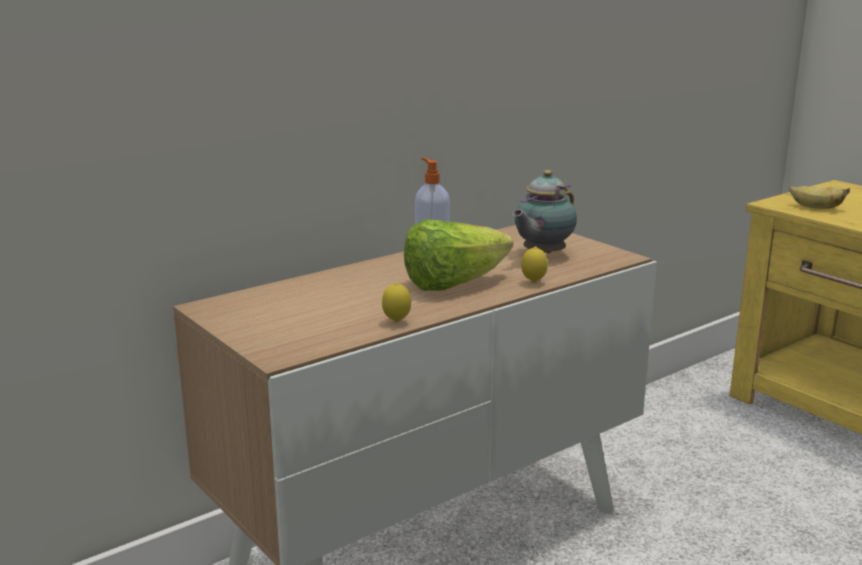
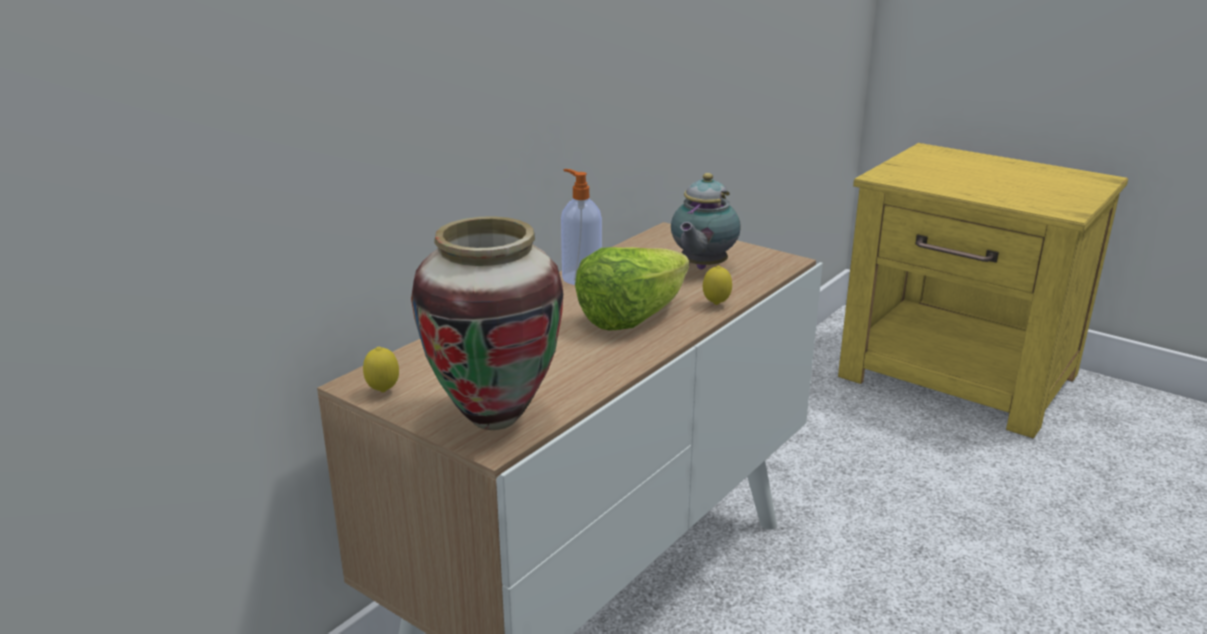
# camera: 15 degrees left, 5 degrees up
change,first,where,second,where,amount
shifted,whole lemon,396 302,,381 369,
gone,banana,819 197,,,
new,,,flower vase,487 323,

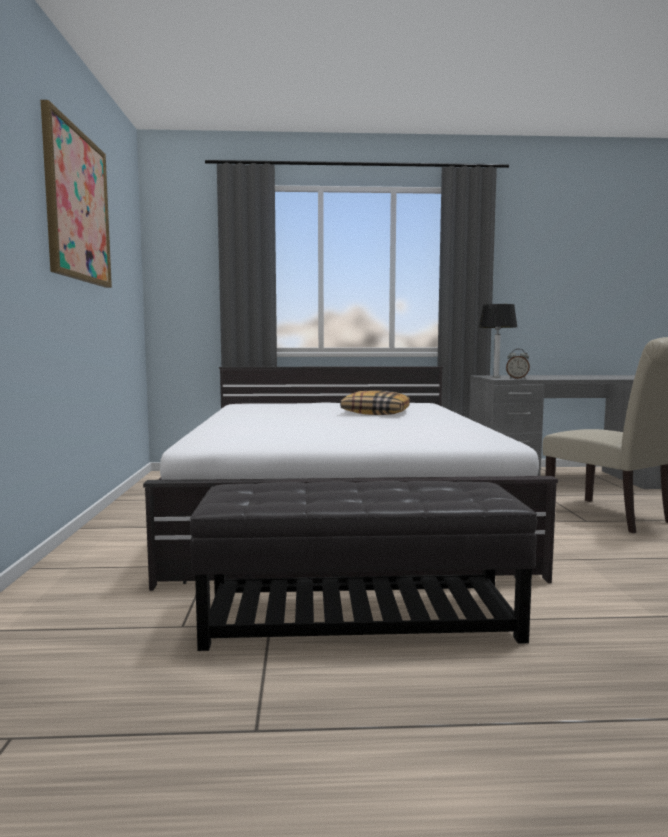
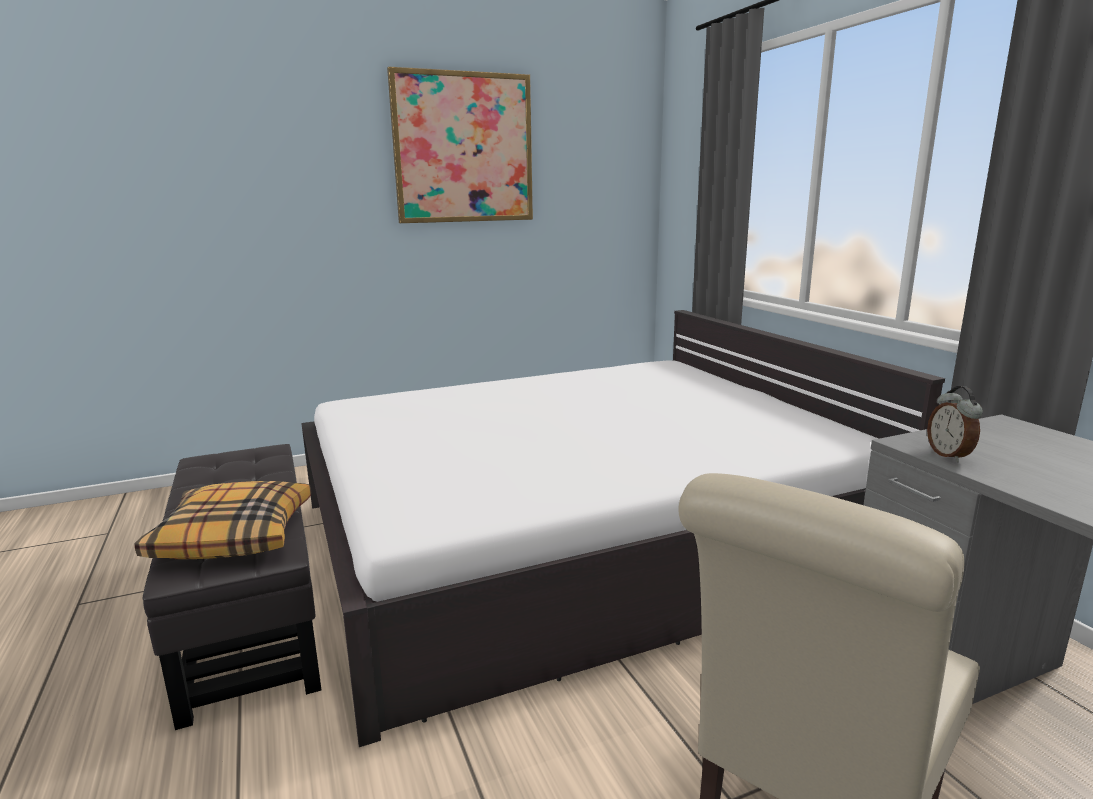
# camera: 70 degrees right, 10 degrees up
change,first,where,second,where,amount
shifted,throw pillow,375 402,,222 520,
gone,table lamp,498 340,,,

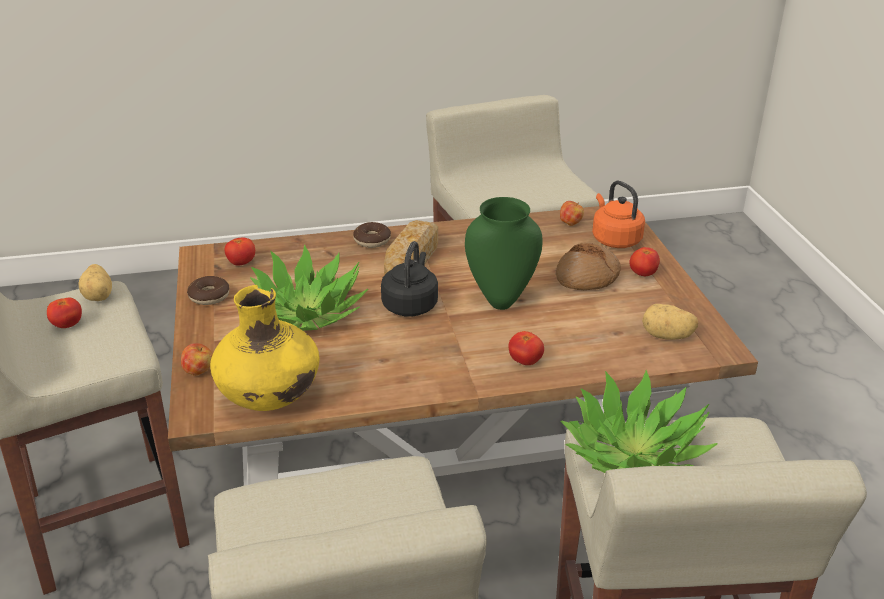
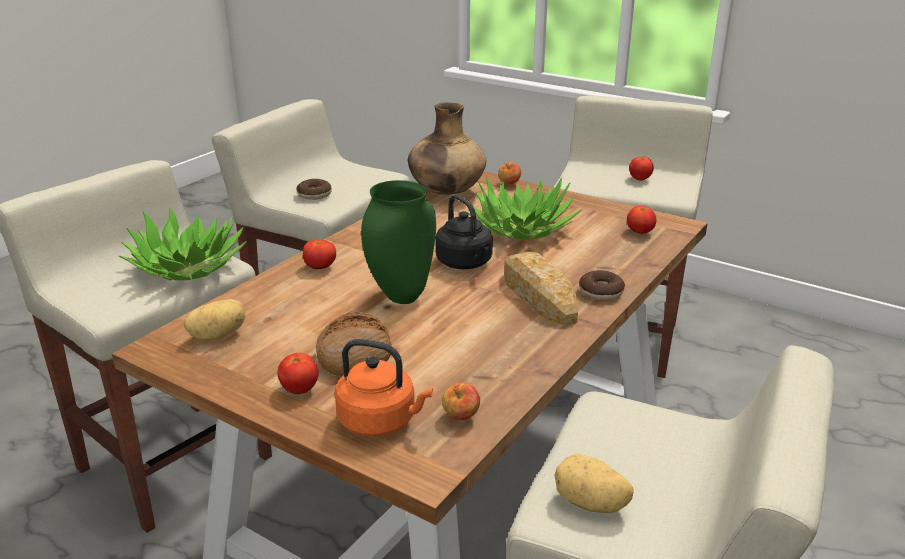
# camera: 135 degrees right, 5 degrees down
change,first,where,second,where,amount
shifted,potato,95 282,,594 483,
shifted,doughnut,208 290,,314 189,
repainted,yellow-coloured flower vase,264 348,brown flower vase,447 148,

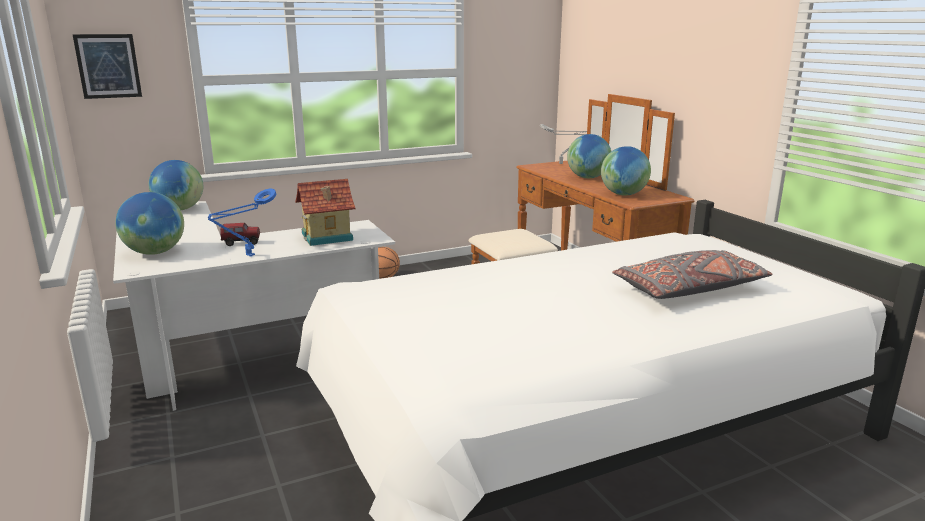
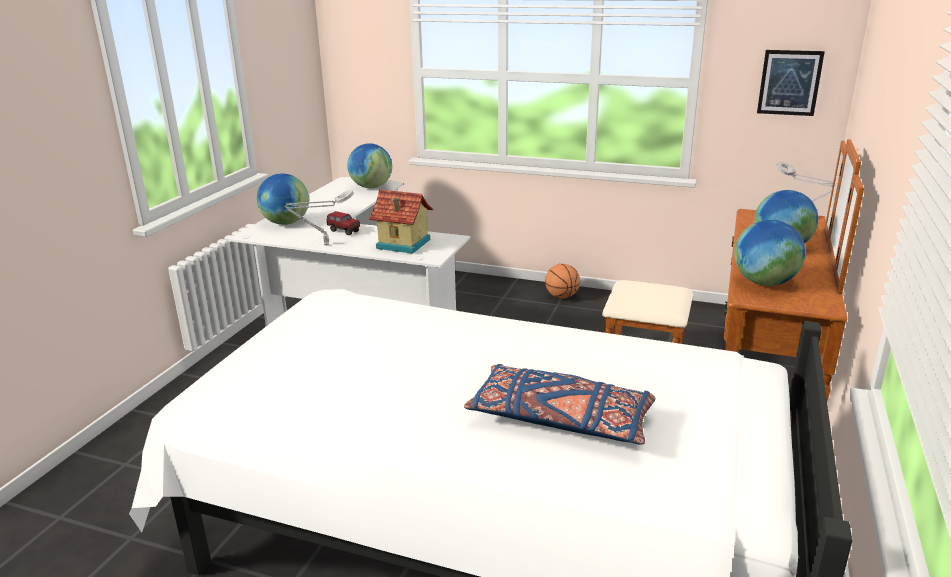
# camera: 45 degrees right, 5 degrees up
change,first,where,second,where,amount
shifted,wall art,107 66,,791 83,
repainted,blue-coloured table lamp,242 222,grey table lamp,319 218,
repainted,grey throw pillow,692 274,blue-coloured throw pillow,559 404,

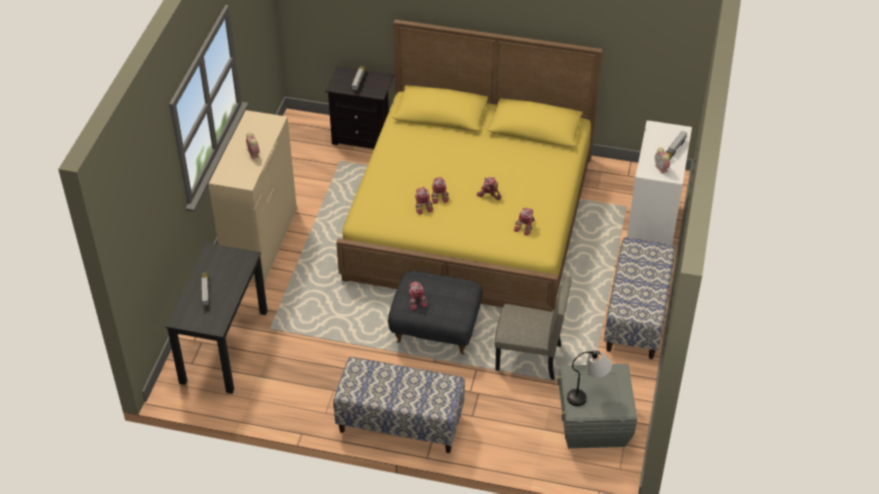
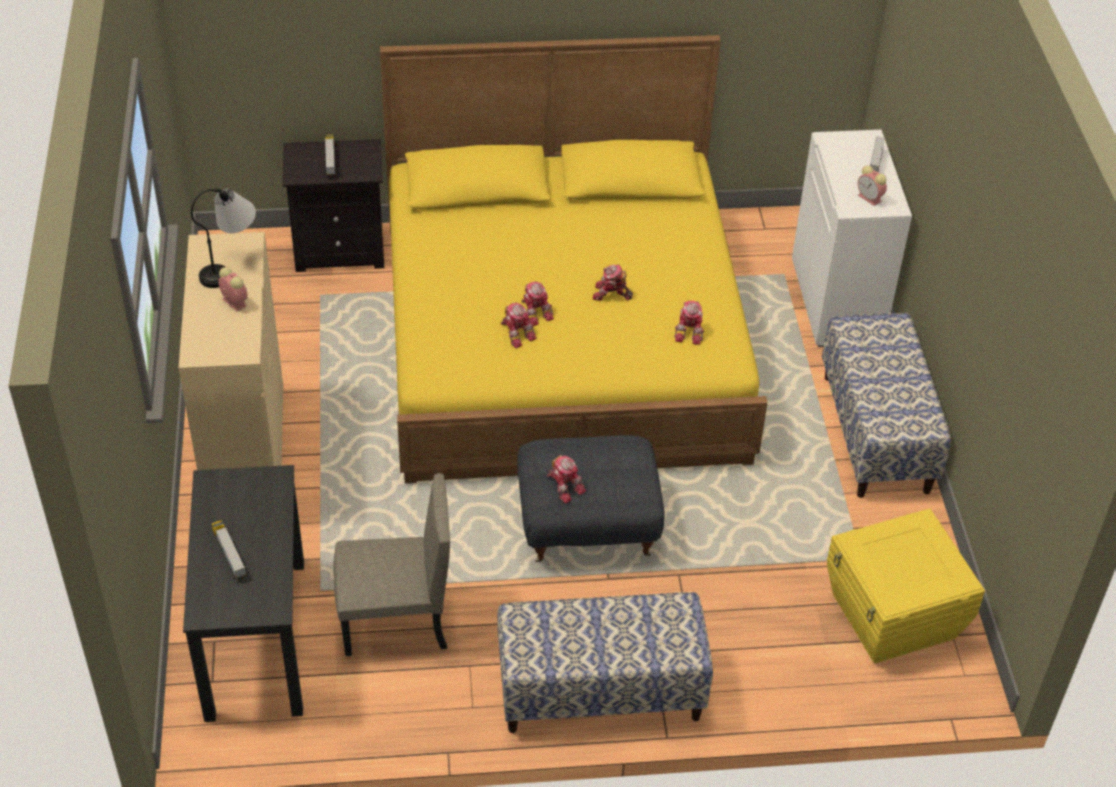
# camera: 20 degrees left, 0 degrees up
change,first,where,second,where,amount
shifted,beige-coloured chair,533 328,,391 564,
repainted,grey storage container,597 406,yellow-coloured storage container,906 586,
shifted,table lamp,589 378,,223 238,

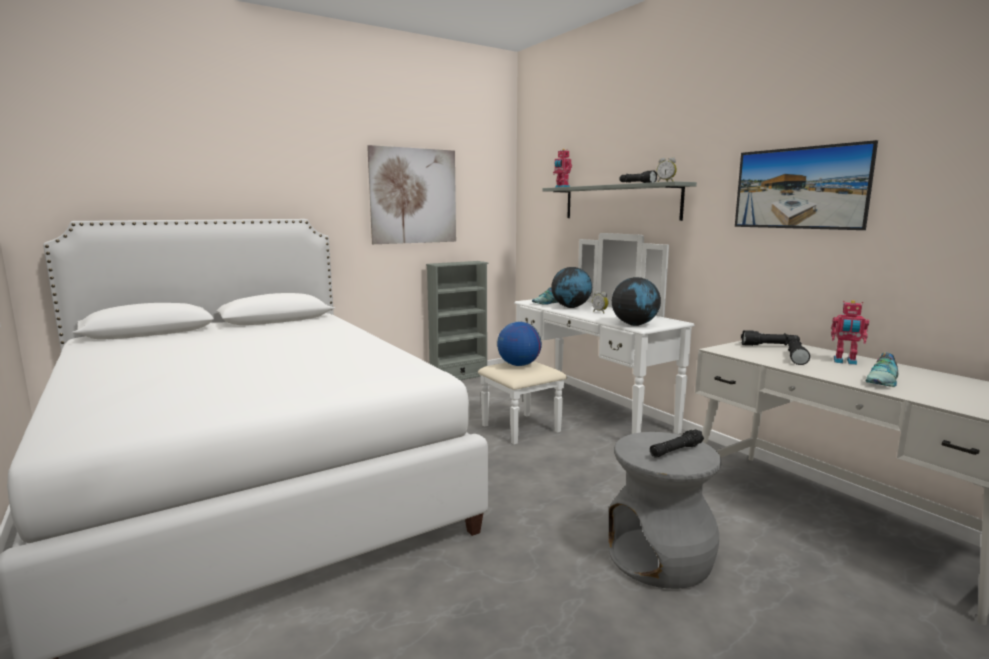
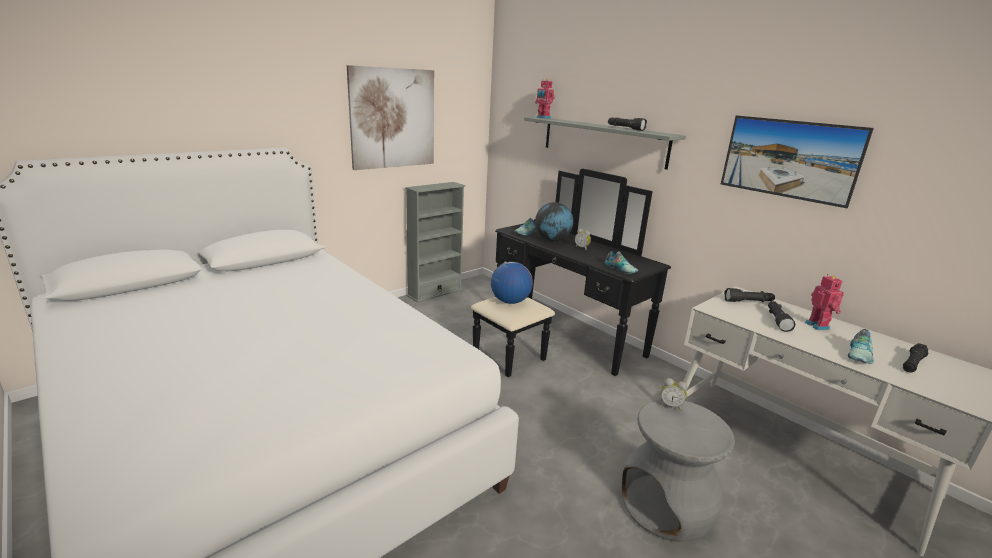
# camera: 10 degrees left, 10 degrees up
change,first,where,second,where,amount
repainted,white-coloured drawer chest,586 338,black-coloured drawer chest,571 273,
swapped,desk globe,636 301,low shoe,621 262,
shifted,black-coloured flashlight,677 443,,915 357,
shifted,alarm clock,667 169,,673 394,
rotated,robot figure,850 332,,824 302,120 degrees counterclockwise

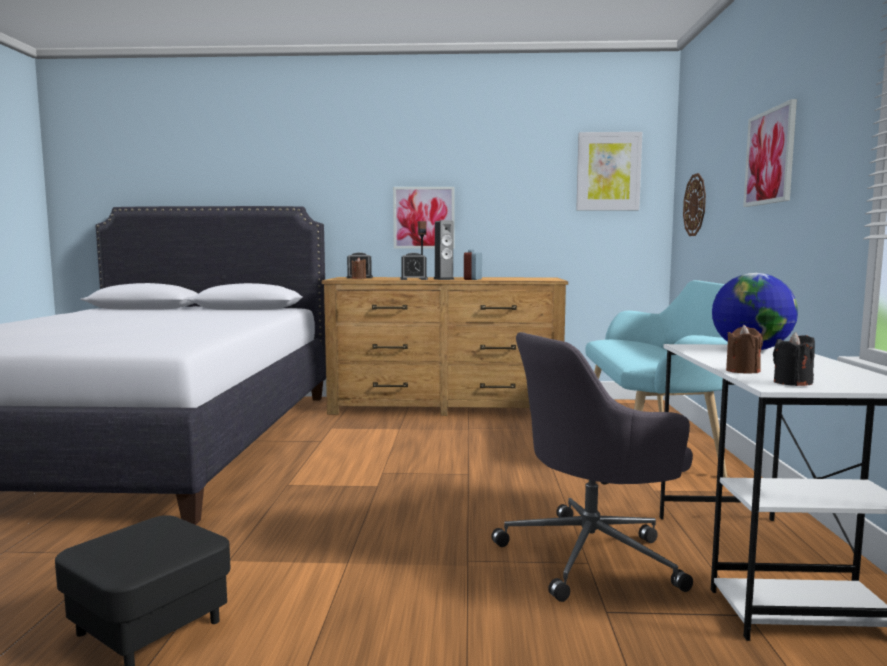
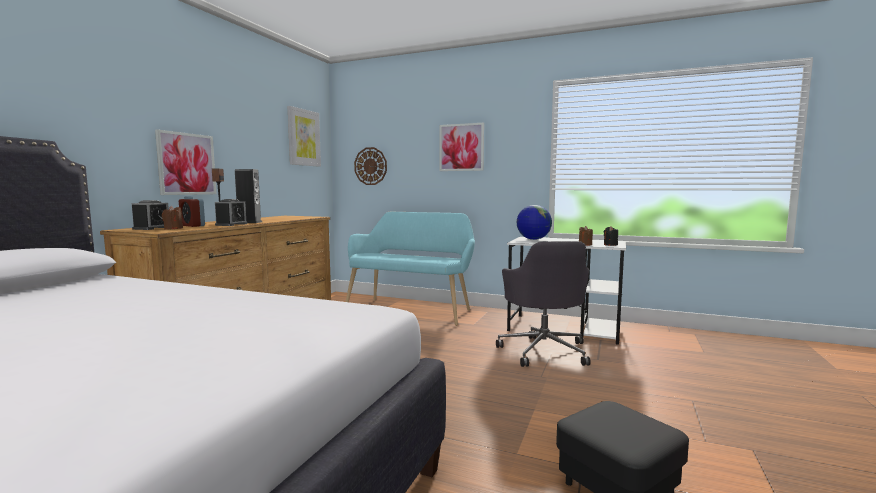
# camera: 70 degrees left, 0 degrees up
change,first,where,second,where,amount
shifted,alarm clock,473 264,,192 211,

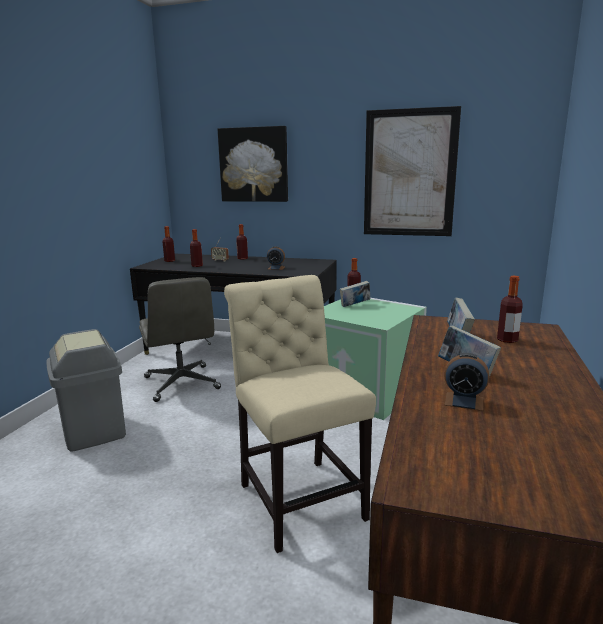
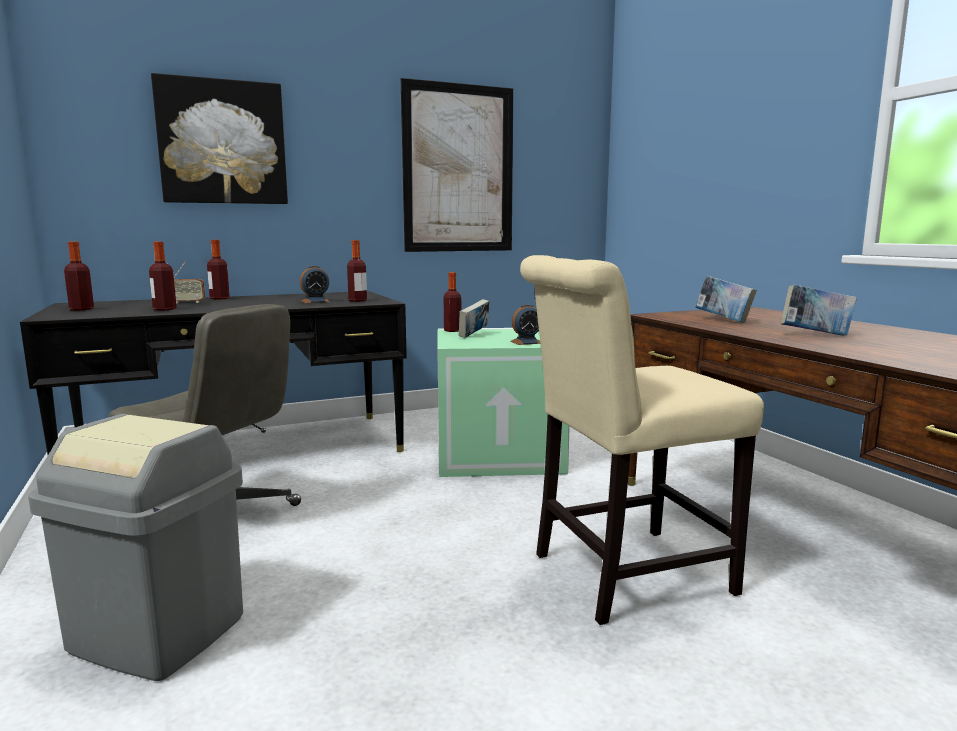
# camera: 40 degrees left, 5 degrees down
change,first,where,second,where,amount
rotated,beige-coloured chair,300 414,,642 440,45 degrees counterclockwise
shifted,alarm clock,466 382,,525 324,
shifted,bottle,510 309,,357 271,

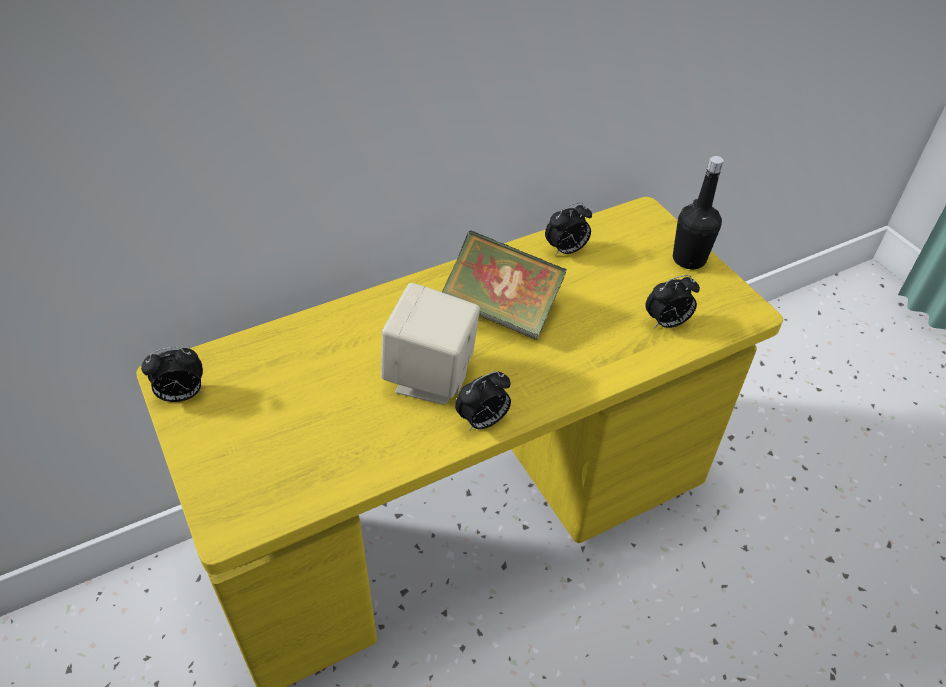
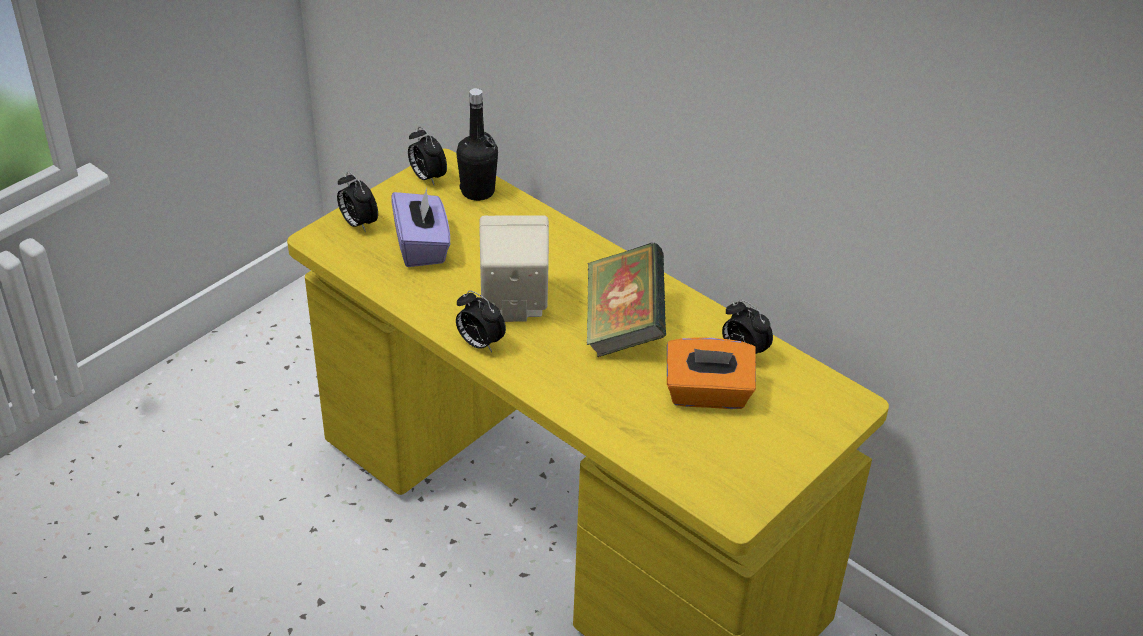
# camera: 70 degrees right, 5 degrees down
change,first,where,second,where,amount
shifted,alarm clock,672 301,,357 202,
shifted,black-coloured bottle,698 212,,477 144,
new,,,purple-coloured tissue holder,420 227,
new,,,orange-coloured tissue holder,711 373,

